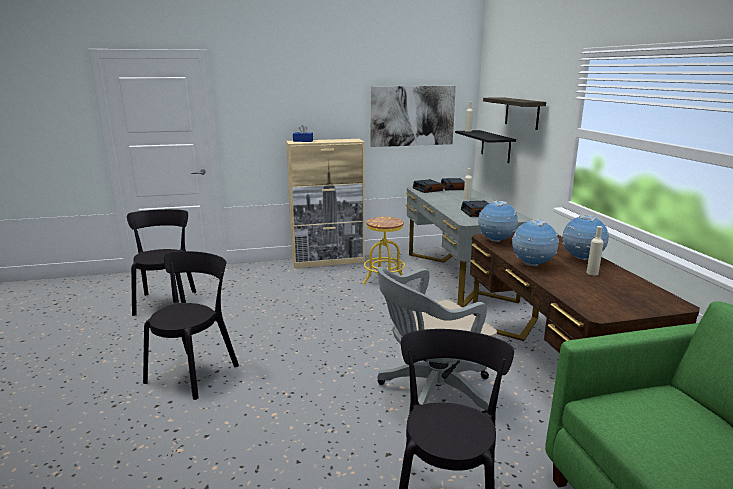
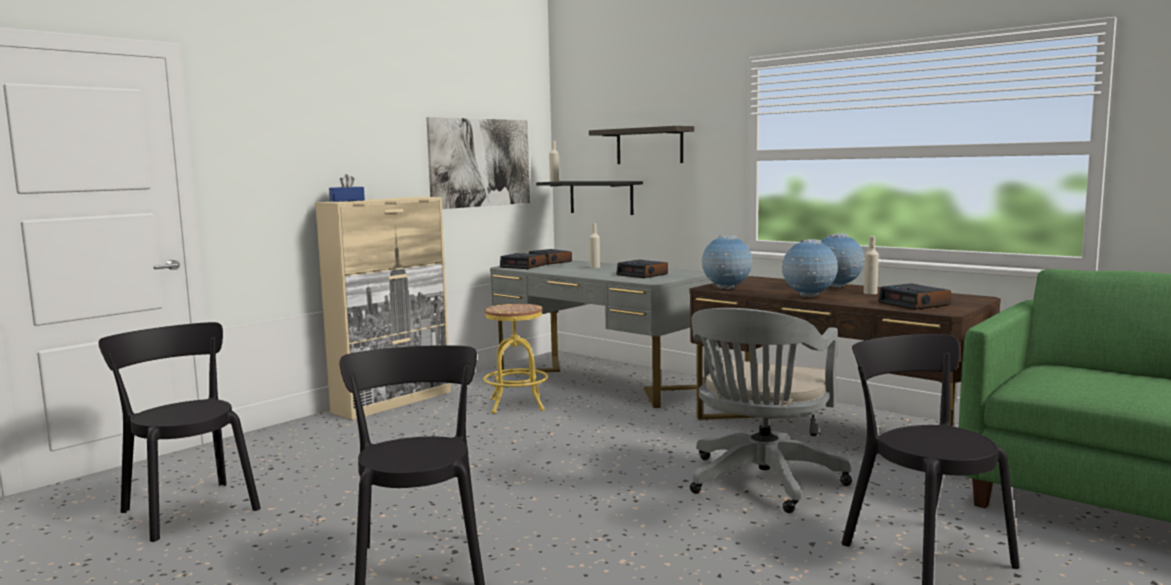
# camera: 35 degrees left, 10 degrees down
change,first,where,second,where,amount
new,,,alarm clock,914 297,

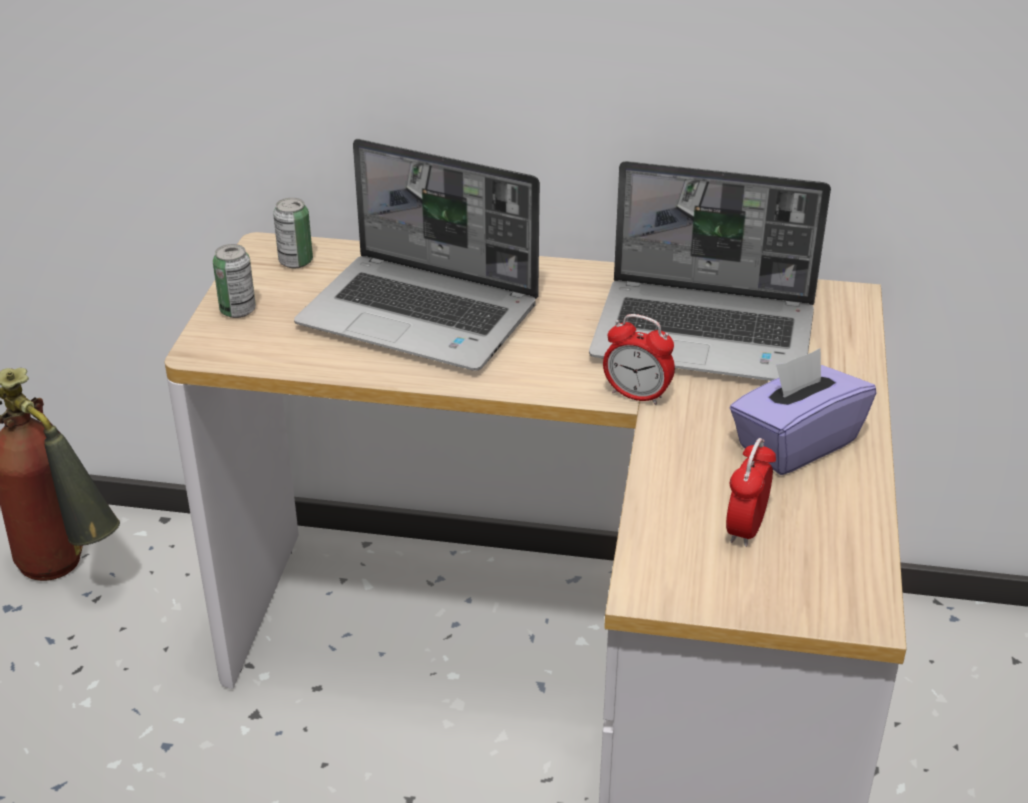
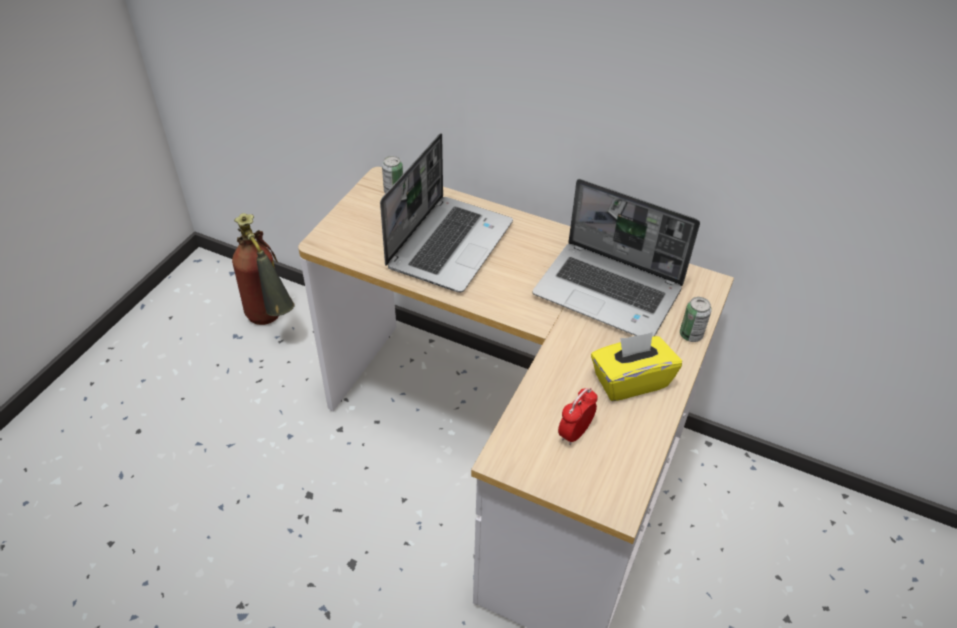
# camera: 15 degrees right, 10 degrees up
change,first,where,second,where,amount
shifted,sealed can,234 281,,696 319,
rotated,laptop,417 255,,446 212,105 degrees counterclockwise
gone,alarm clock,639 359,,,
repainted,purple-coloured tissue holder,803 411,yellow-coloured tissue holder,636 366,

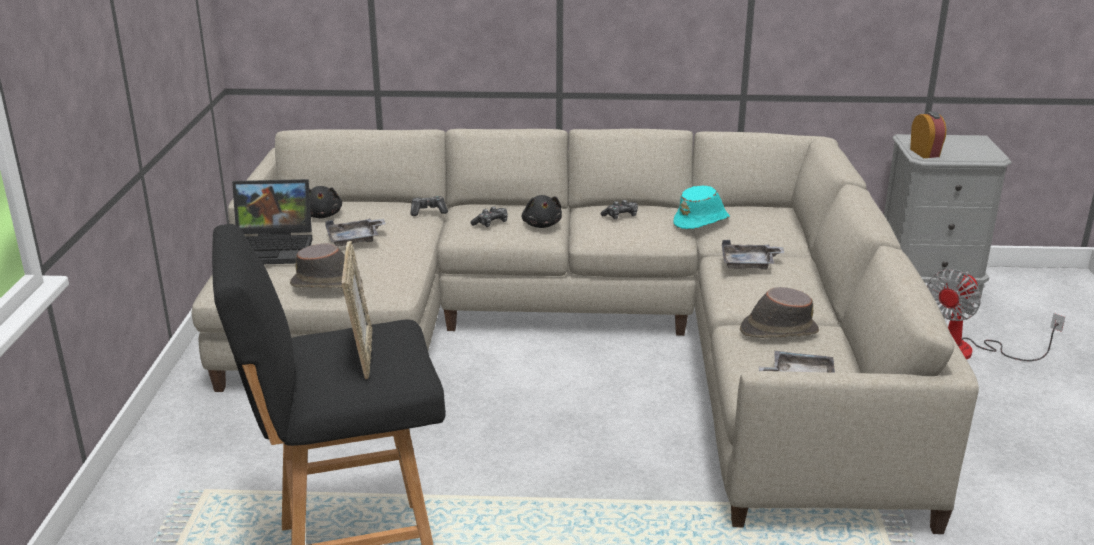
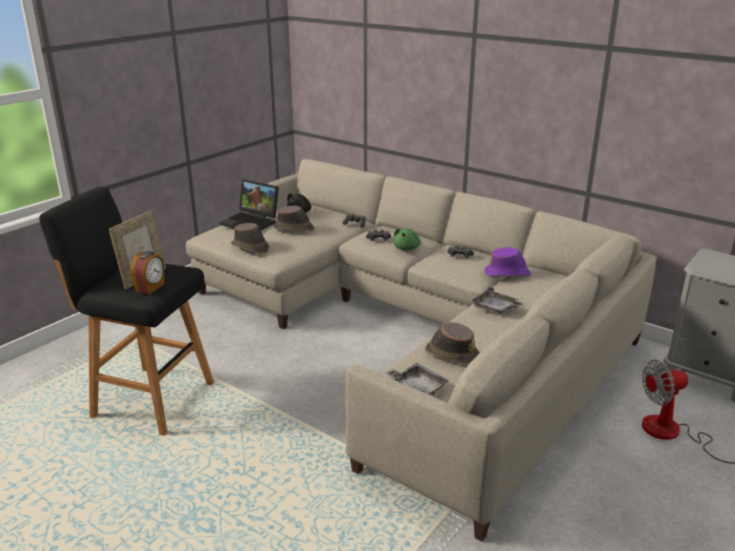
# camera: 35 degrees right, 0 degrees up
change,first,where,second,where,amount
swapped,grey carrying tray,355 232,brown wearable hat,294 218,
repainted,black-coloured cuddly toy,542 211,green cuddly toy,407 239,
repainted,turquoise wearable hat,701 207,purple-coloured wearable hat,507 261,
shifted,alarm clock,928 134,,147 272,

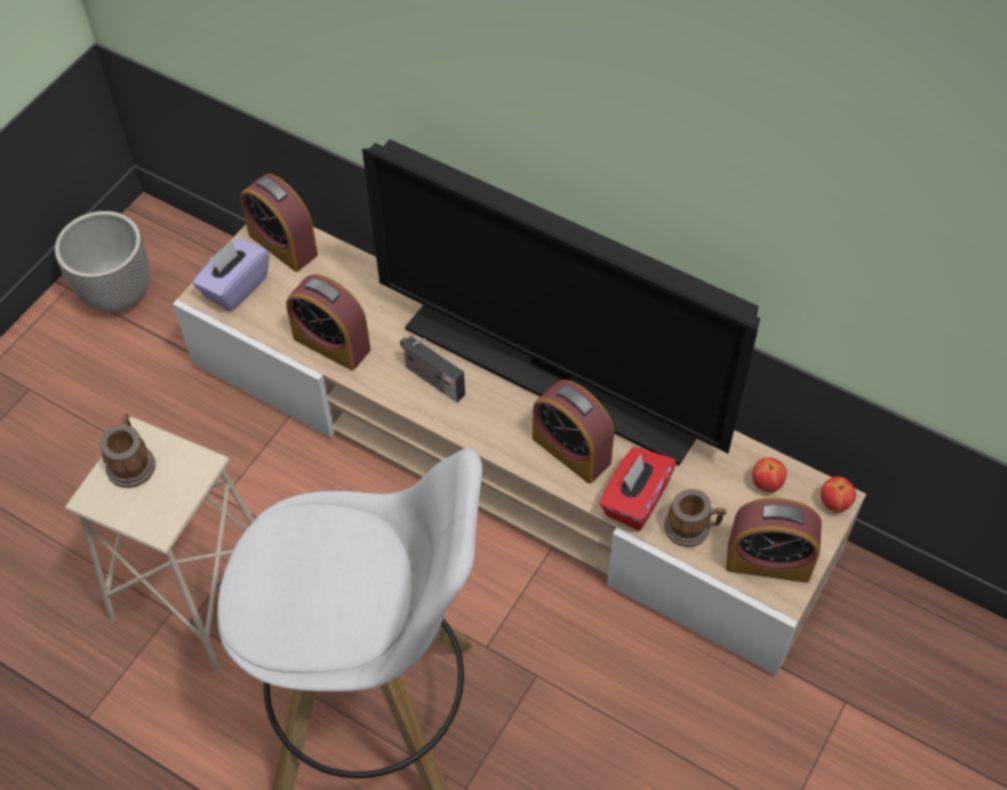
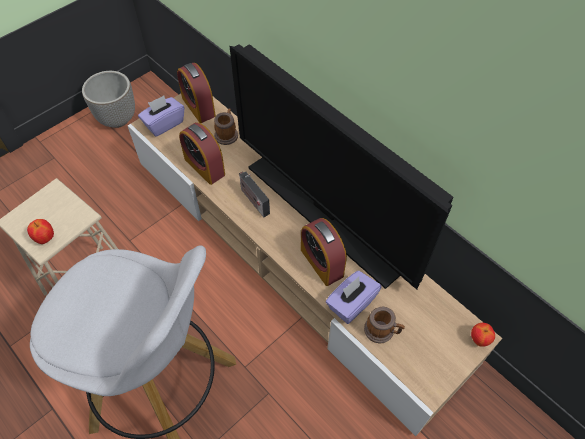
# camera: 15 degrees right, 0 degrees up
change,first,where,second,where,amount
shifted,coffee mug,127 450,,226 127,
repainted,red-coloured tissue holder,637 488,purple-coloured tissue holder,353 297,
gone,alarm clock,774 540,,,
shifted,whole apple,769 475,,40 231,

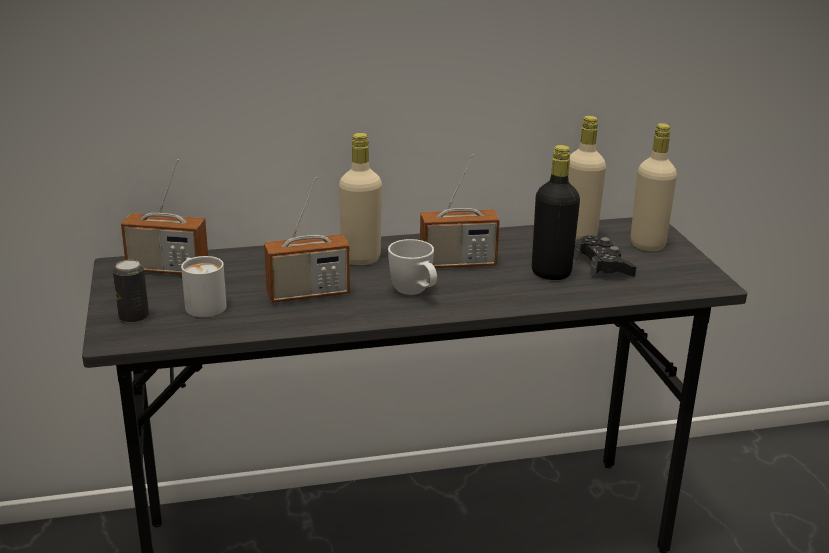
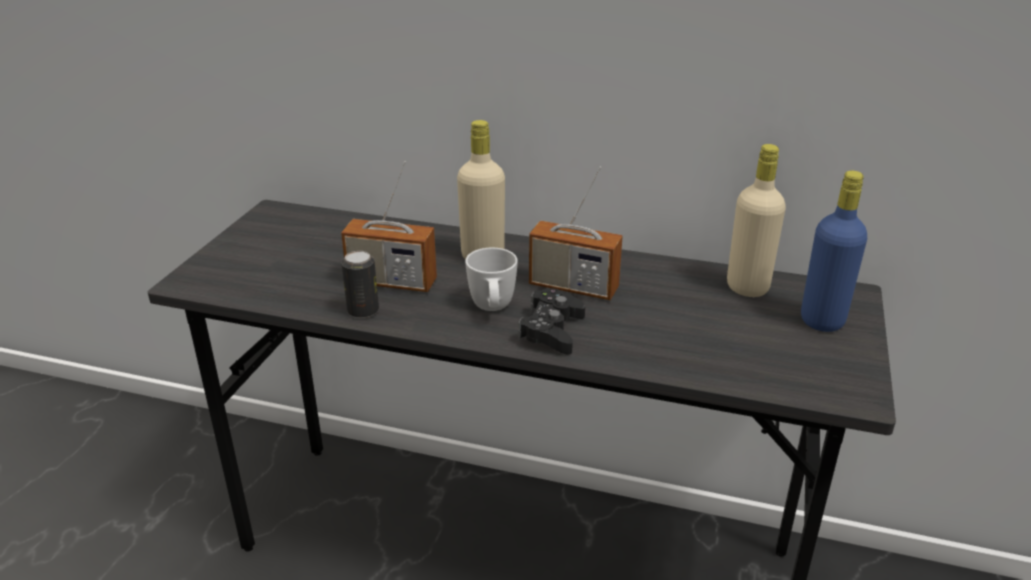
# camera: 30 degrees right, 5 degrees up
change,first,where,second,where,amount
shifted,sealed can,131 291,,360 284,
gone,radio receiver,164 217,,,
gone,white-coloured coffee mug,204 286,,,
gone,black-coloured bottle,556 212,,,
shifted,black-coloured joypad,605 256,,551 321,
repainted,beige-coloured bottle,654 187,blue-coloured bottle,834 251,

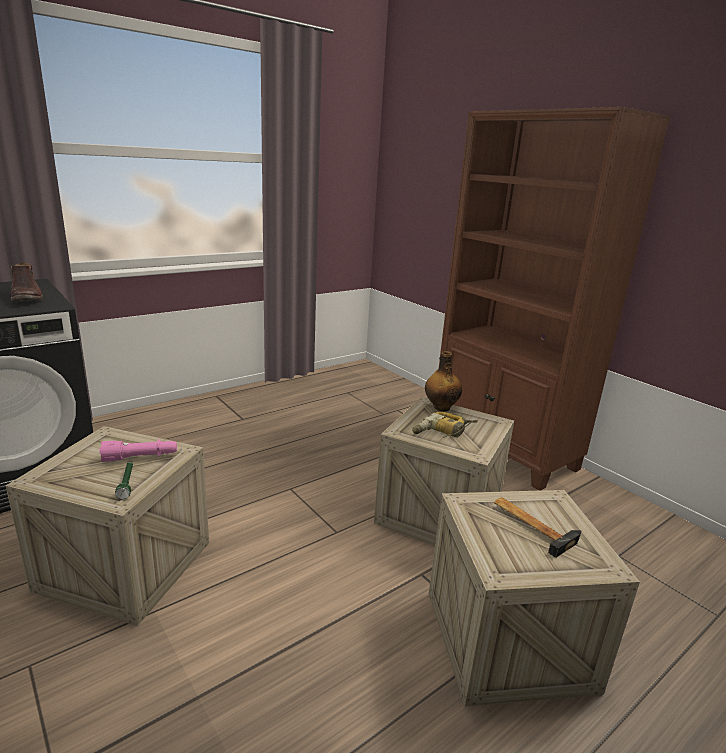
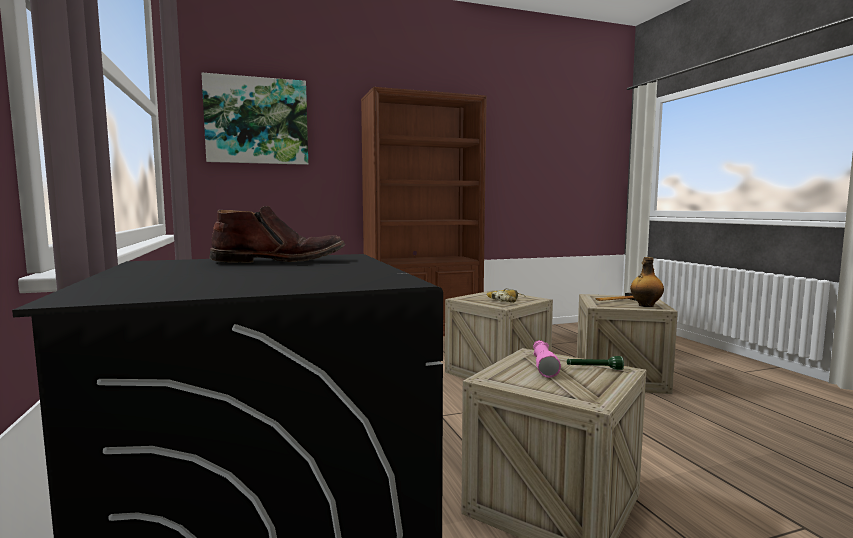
# camera: 70 degrees left, 15 degrees down
change,first,where,second,where,amount
shifted,bottle,443 381,,647 282,
new,,,wall art,255 119,

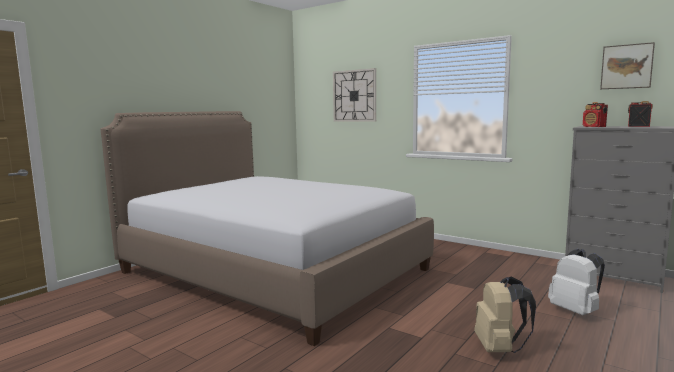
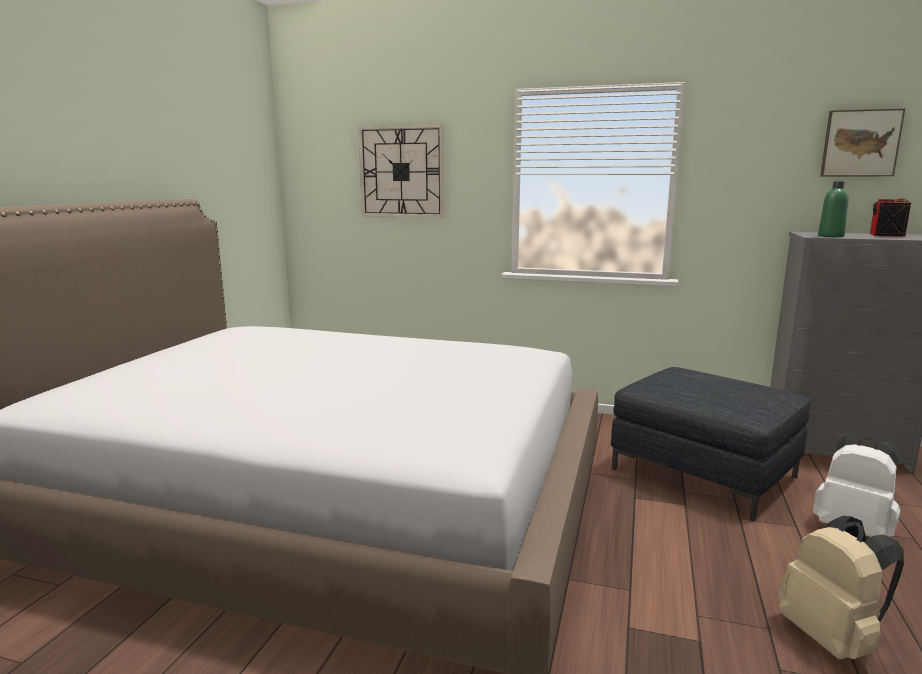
# camera: 20 degrees left, 5 degrees up
change,first,where,second,where,amount
swapped,radio receiver,595 114,green bottle,833 209,
new,,,grey pouffe,711 444,

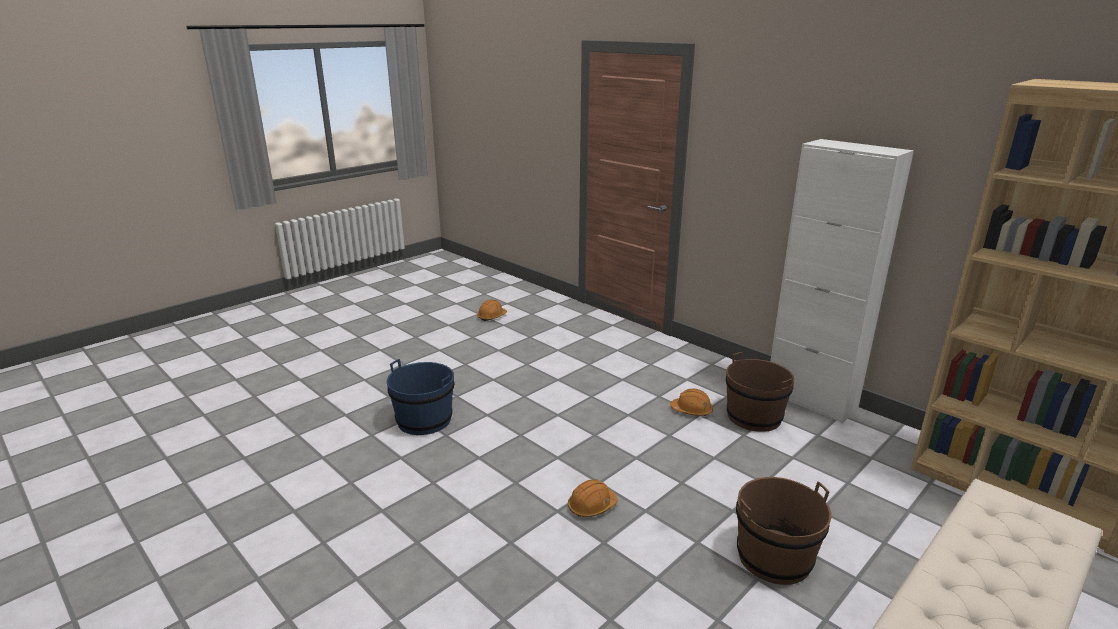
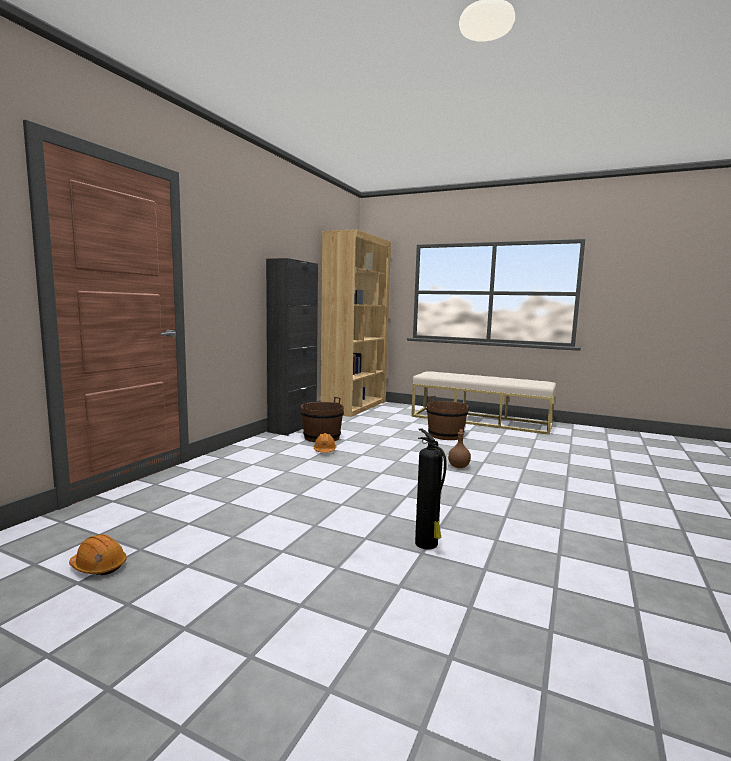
# camera: 110 degrees left, 15 degrees down
change,first,where,second,where,amount
swapped,blue-coloured water bucket,420 397,fire-fighting cylinder,431 489,
swapped,orange-coloured work helmet,593 498,brown bottle,459 448,
repainted,white-coloured cabinet,842 281,black-coloured cabinet,292 347,

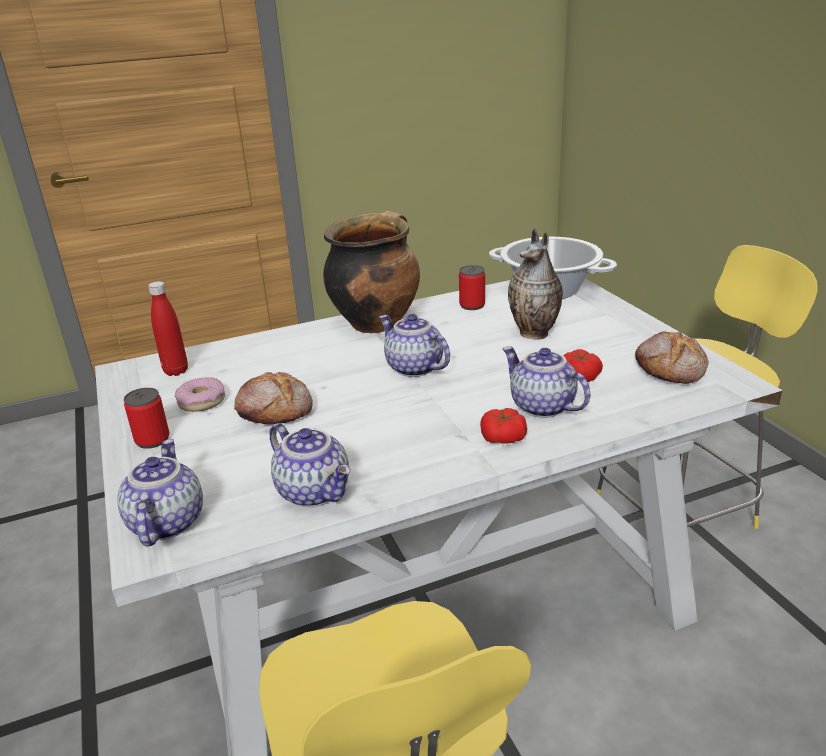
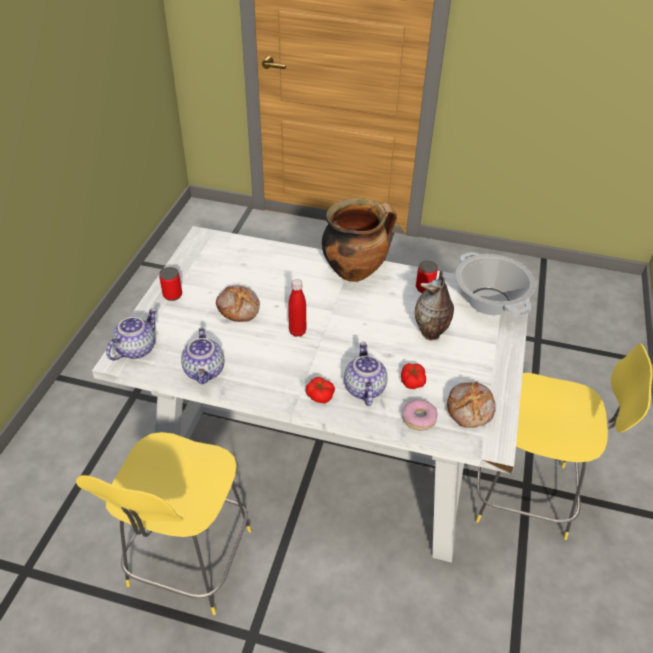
# camera: 35 degrees right, 15 degrees up
change,first,where,second,where,amount
shifted,red-coloured bottle,168 328,,297 308,
shifted,doughnut,199 394,,419 415,
gone,teapot,414 345,,,

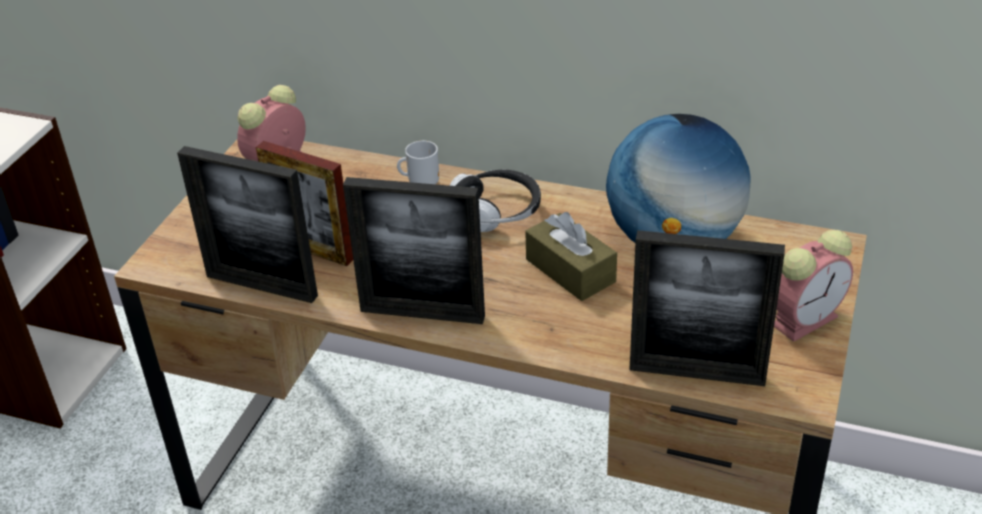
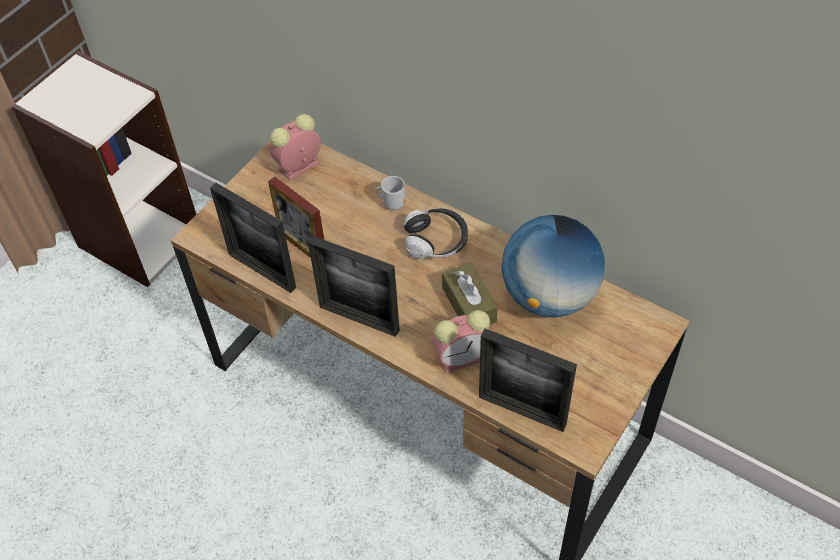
# camera: 15 degrees right, 15 degrees up
change,first,where,second,where,amount
shifted,alarm clock,813 286,,461 341,

